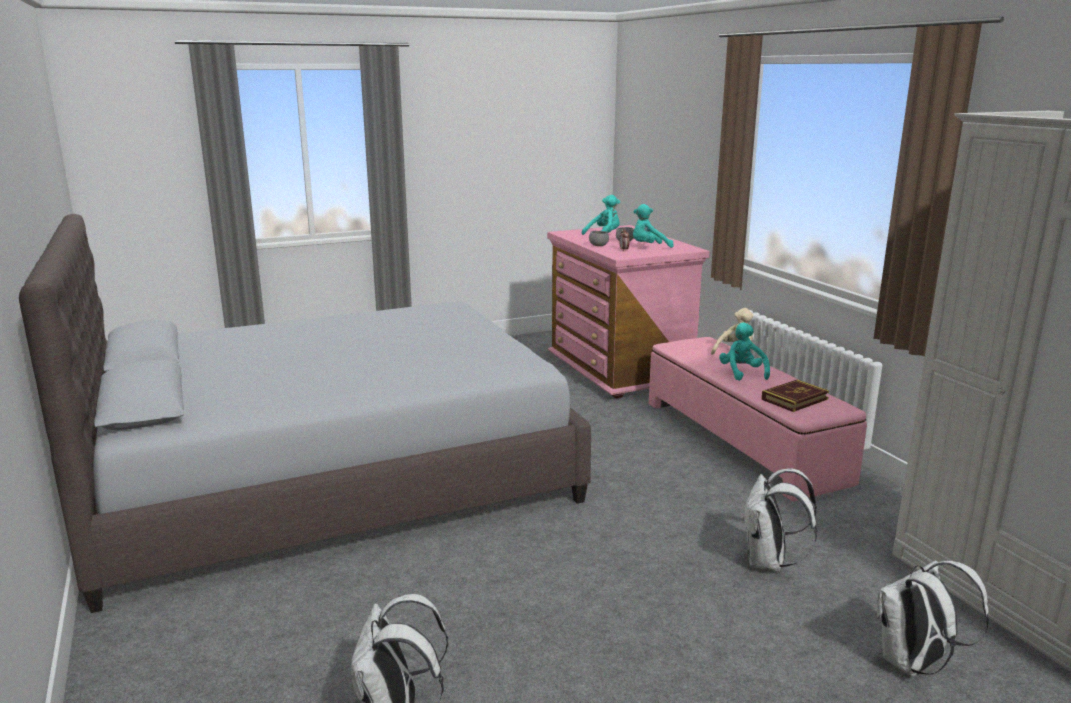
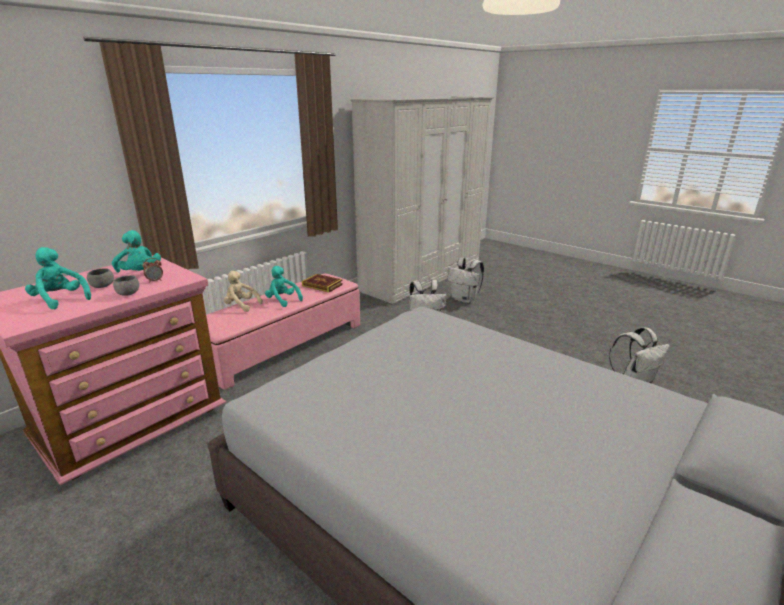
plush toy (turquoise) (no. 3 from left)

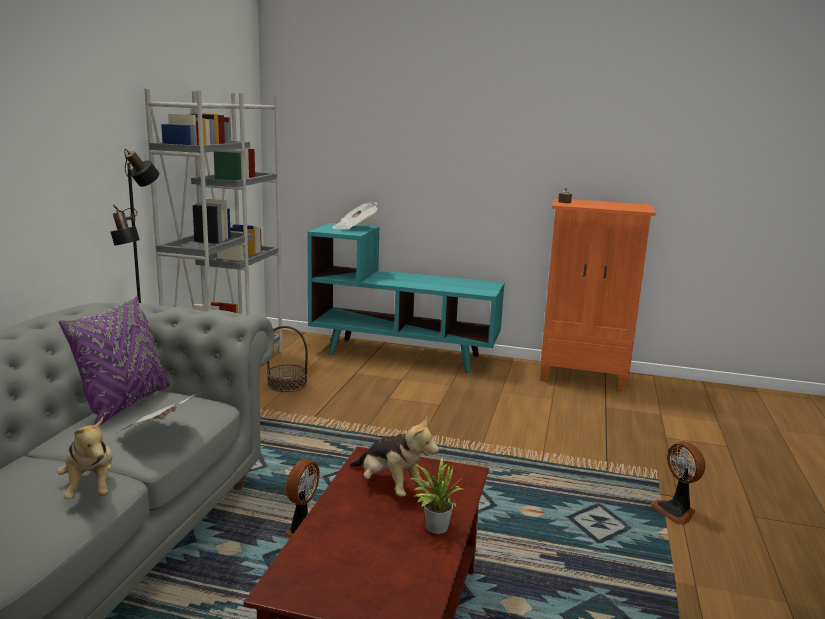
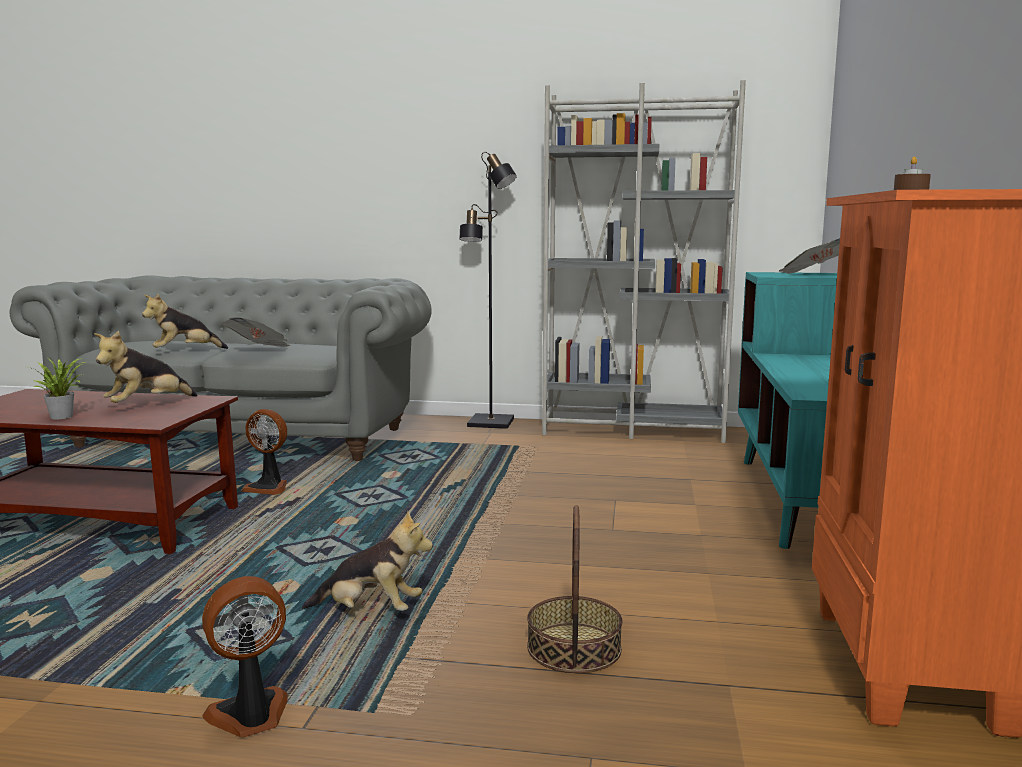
pillow (purple); basket; plush toy (no. 3 from left)

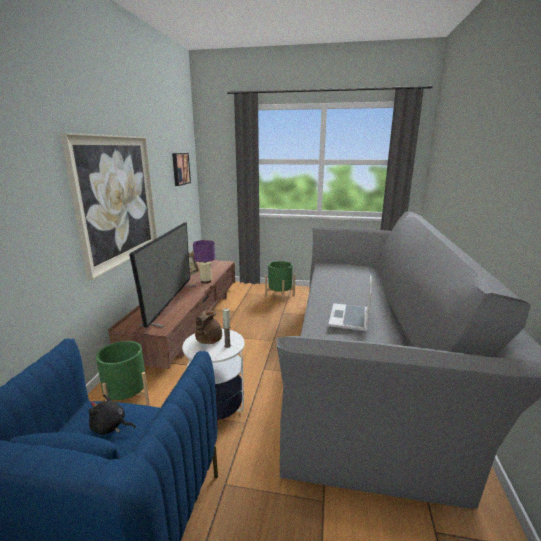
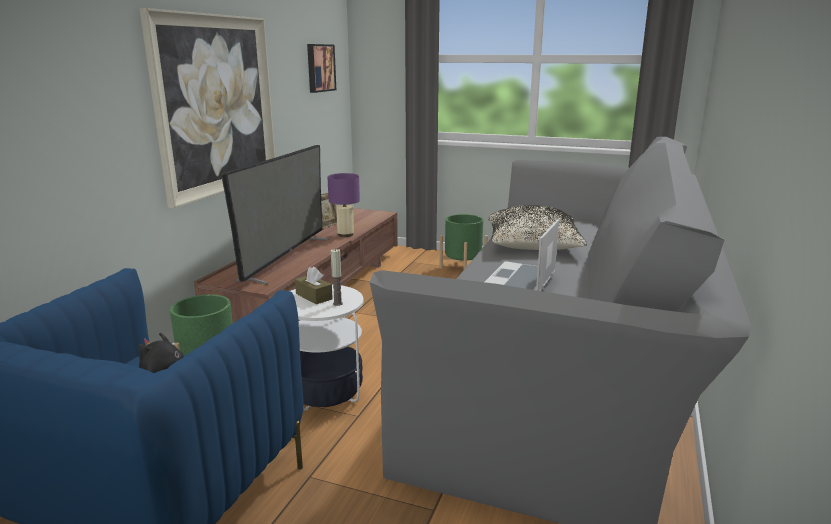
tissue box (brown); pillow (beige)

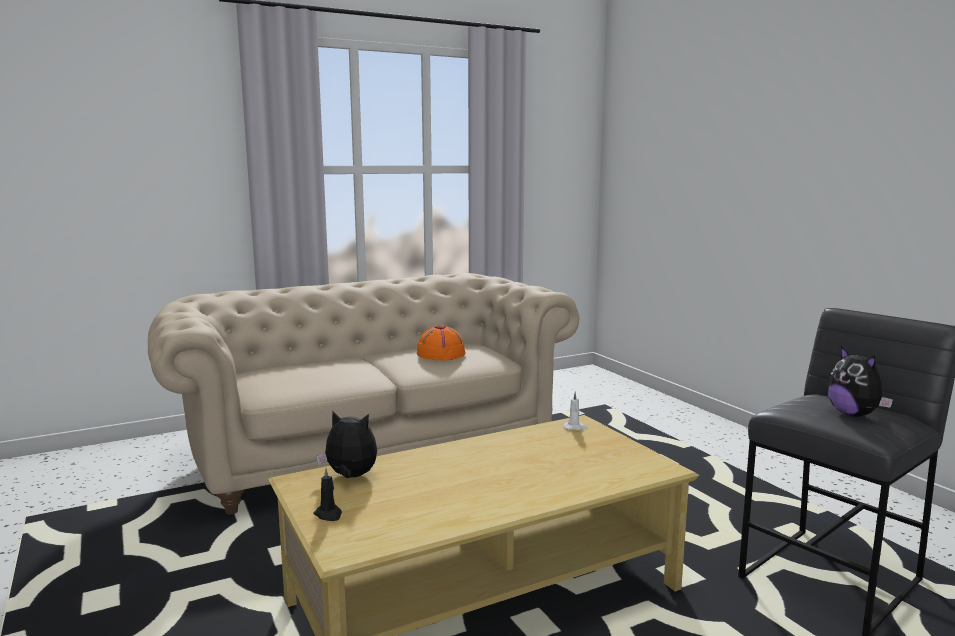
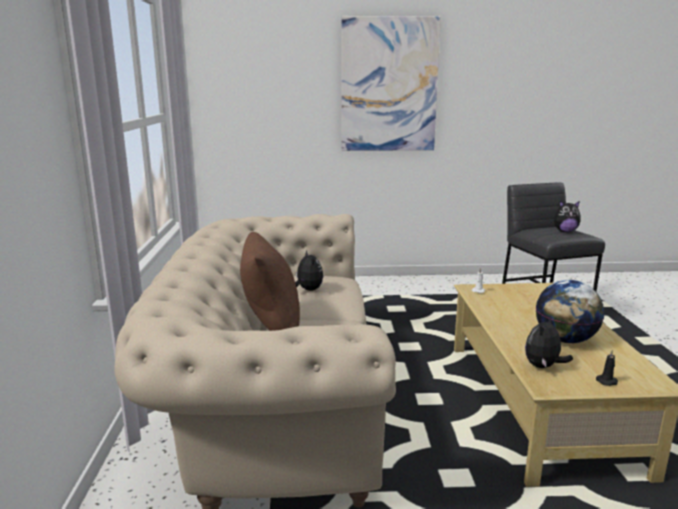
plush toy (no. 1 from left); picture; pillow (brown); globe

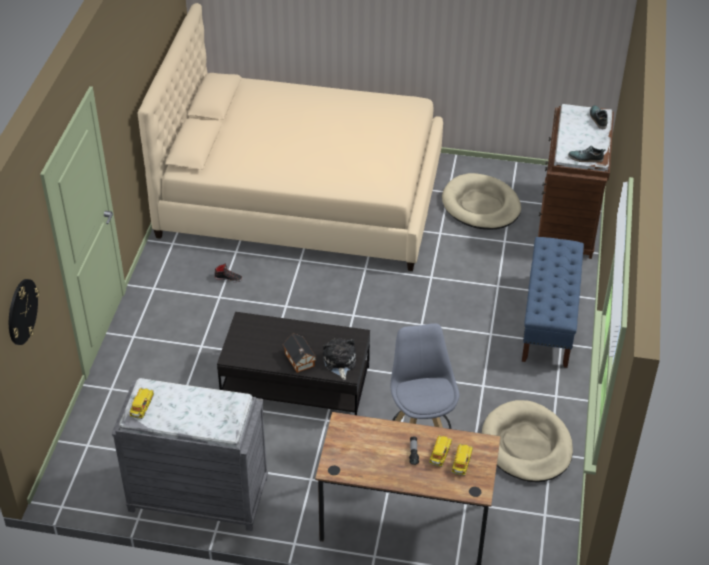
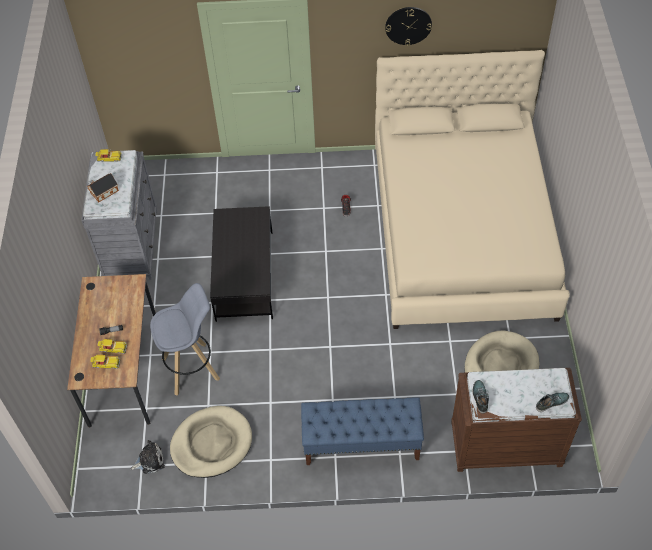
wall clock; toy house; plush toy

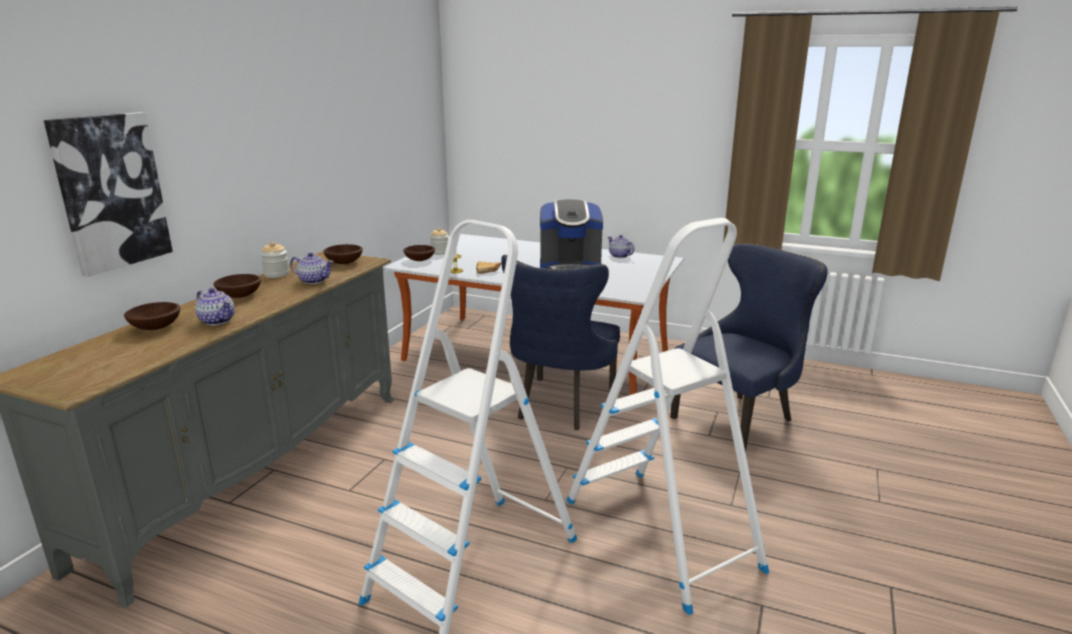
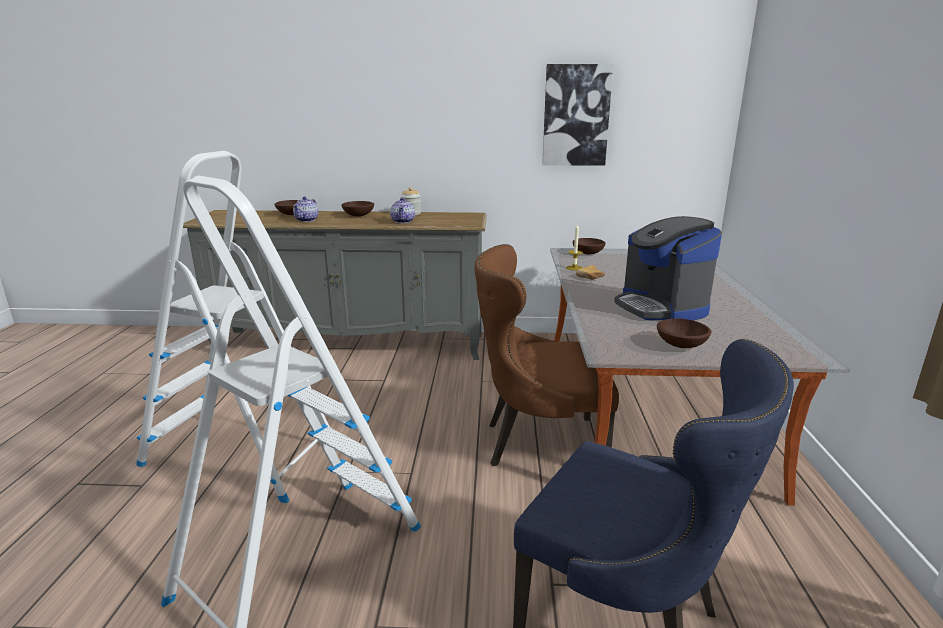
picture; jar (no. 2 from left in the first image); teapot (no. 3 from left in the first image); bowl (brown) (no. 4 from left); chair (brown)

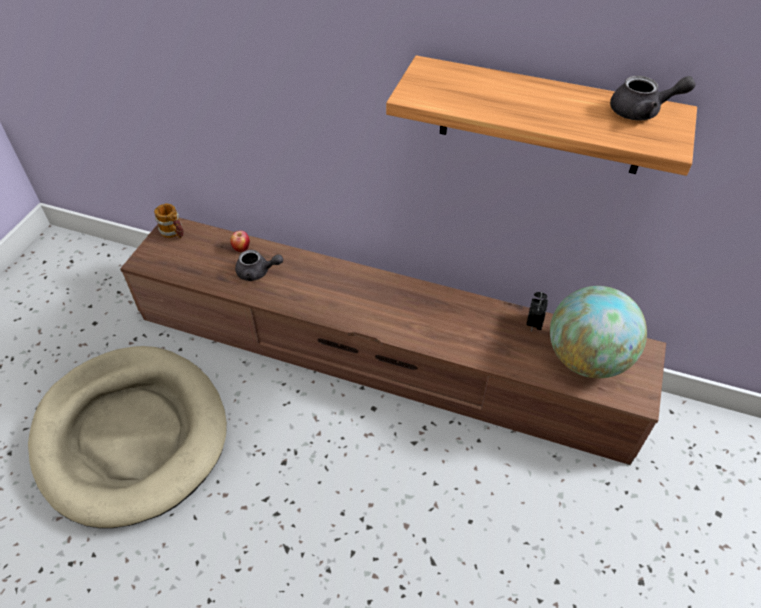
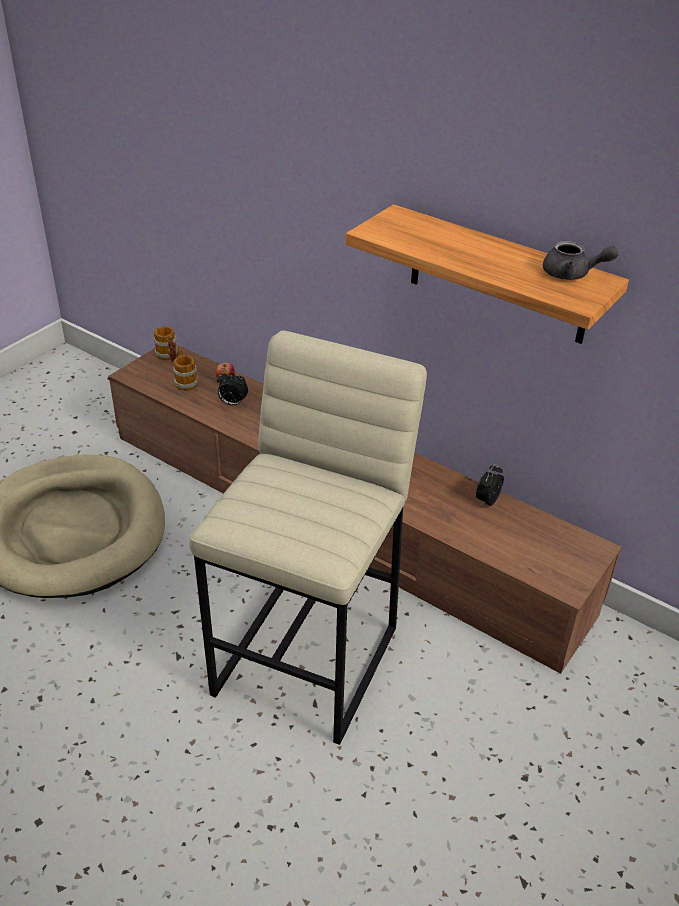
alarm clock (no. 1 from left); globe; stool (beige); mug (no. 2 from left)

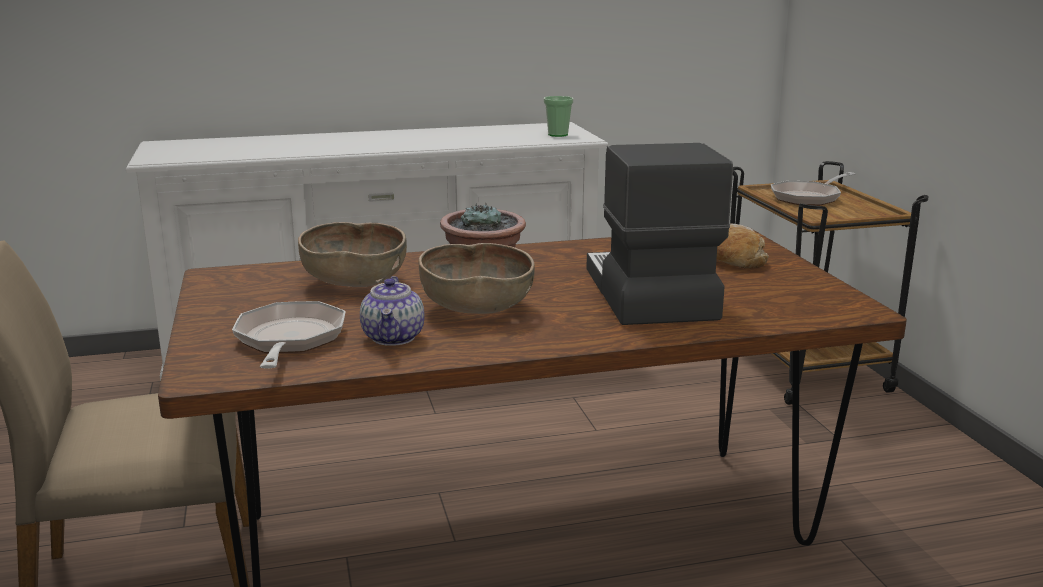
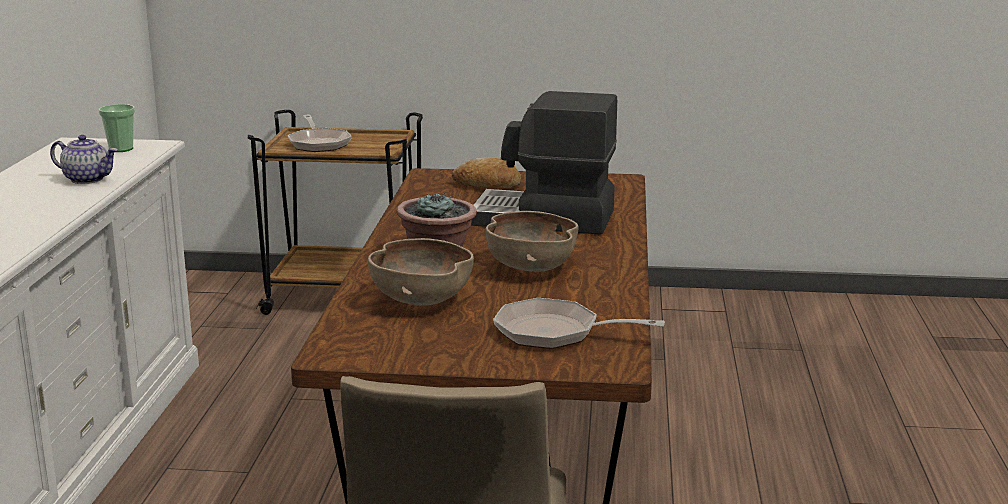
teapot

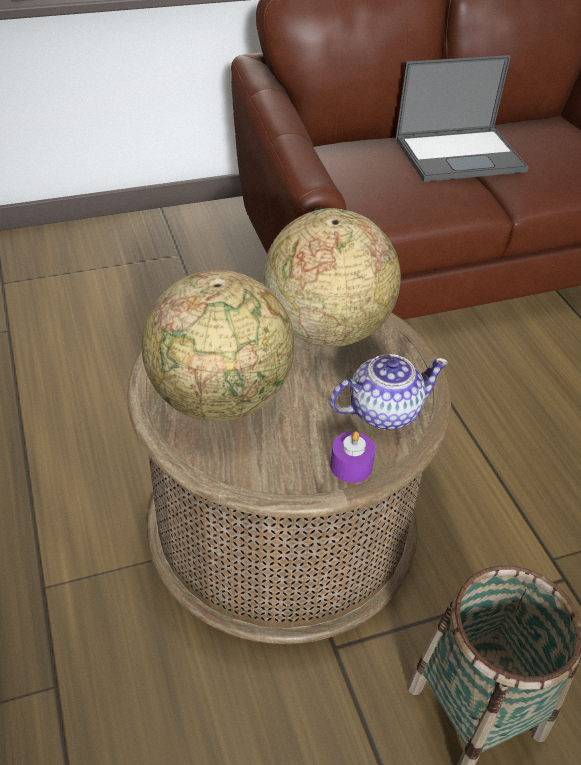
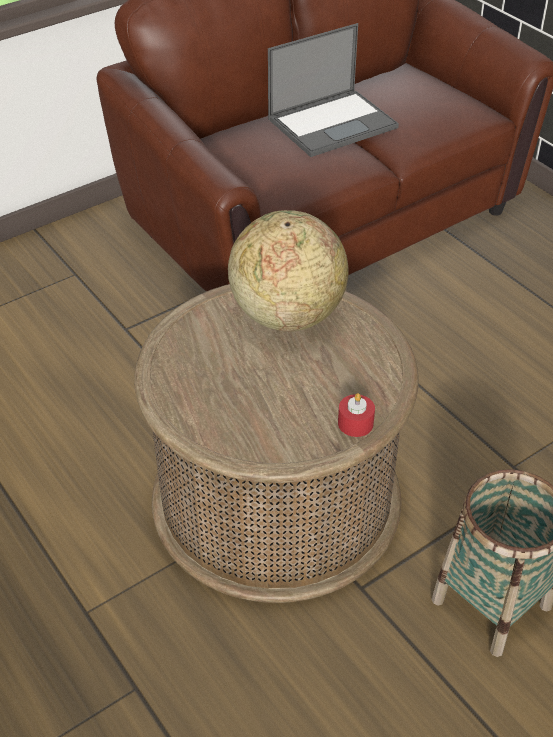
globe (no. 1 from left in the first image); teapot; candle (red)

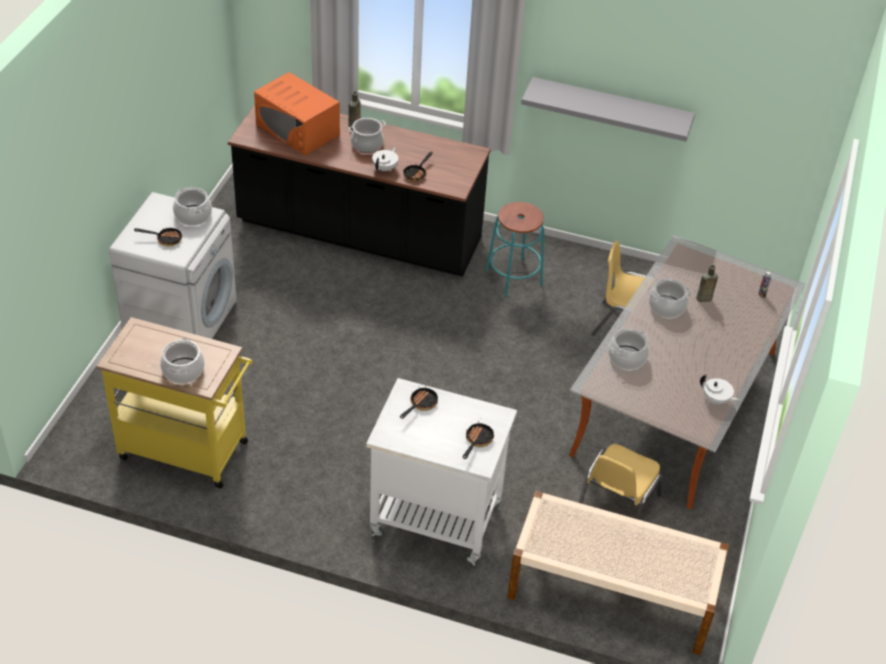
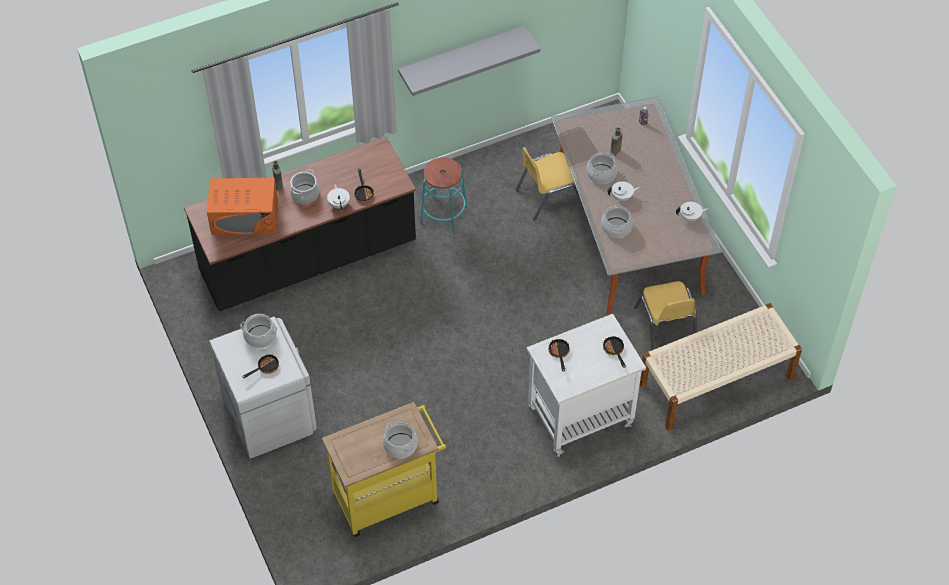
teapot (white) (no. 2 from left)

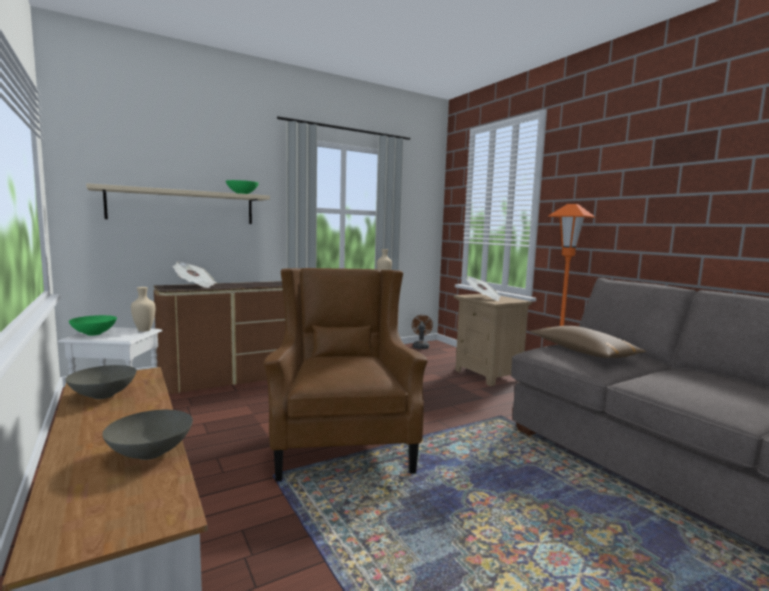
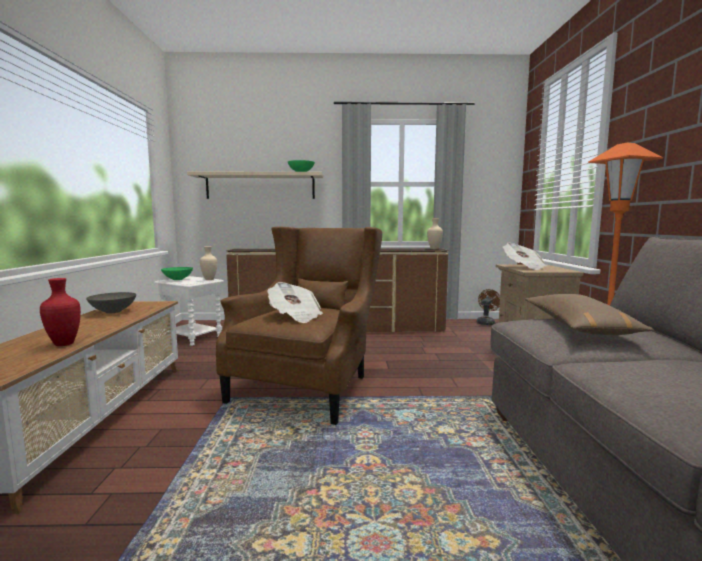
newspaper (no. 1 from left); vase (red)

